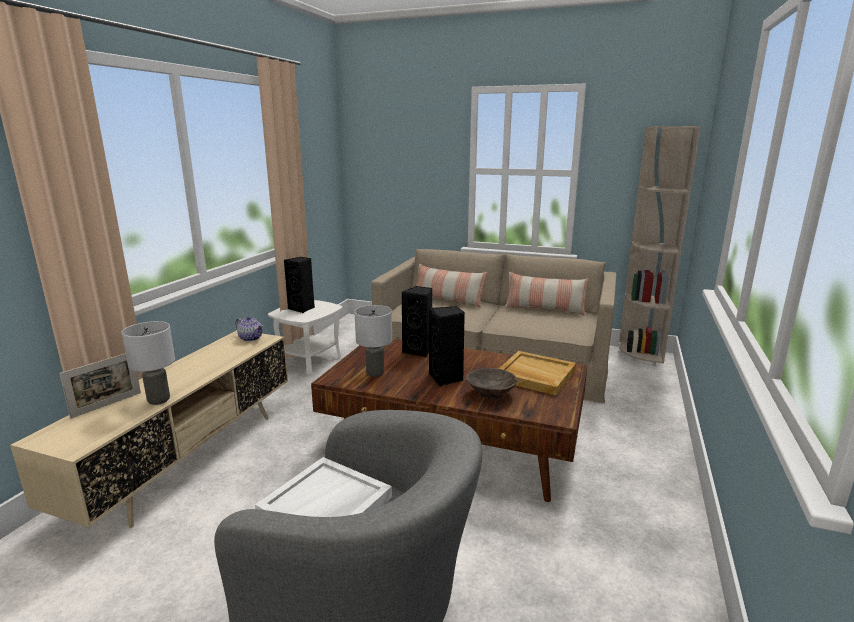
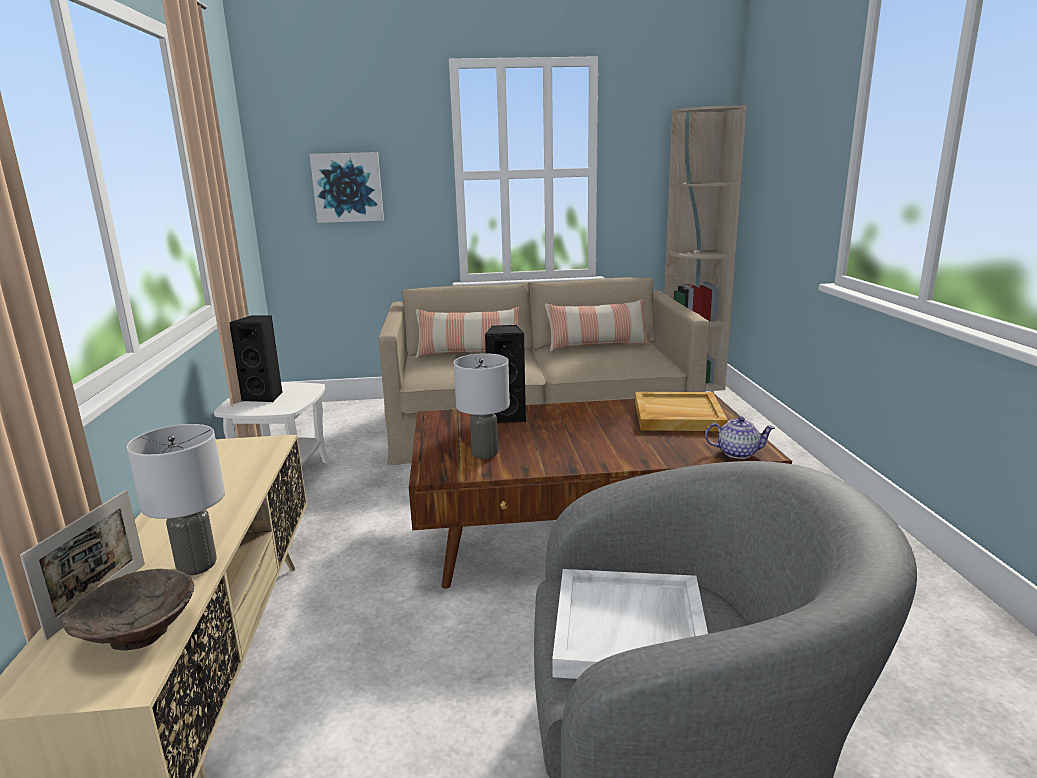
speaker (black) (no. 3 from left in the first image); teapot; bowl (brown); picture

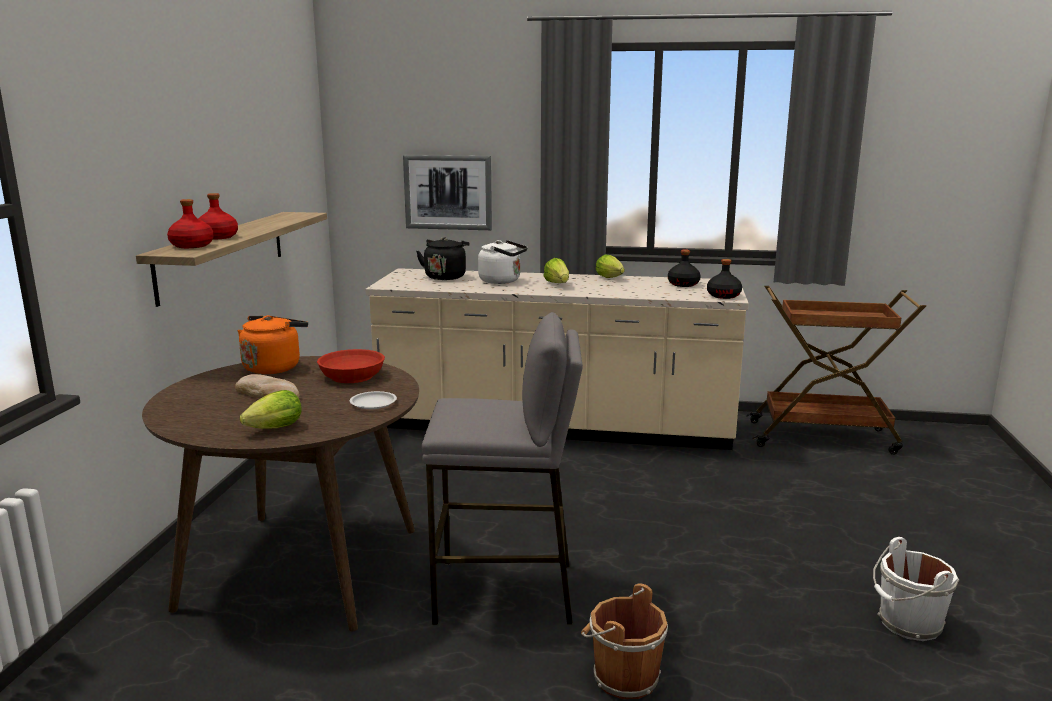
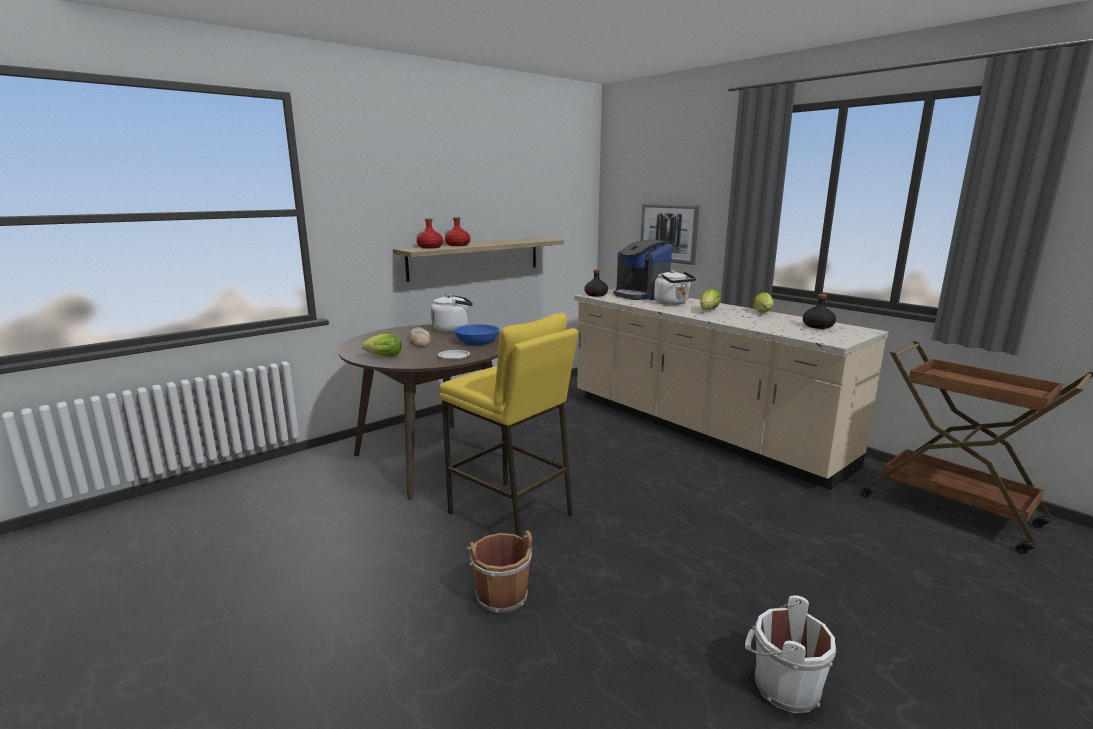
coffee machine; bottle (black) (no. 1 from left); stool (yellow); kettle (white) (no. 1 from left); bowl (blue)

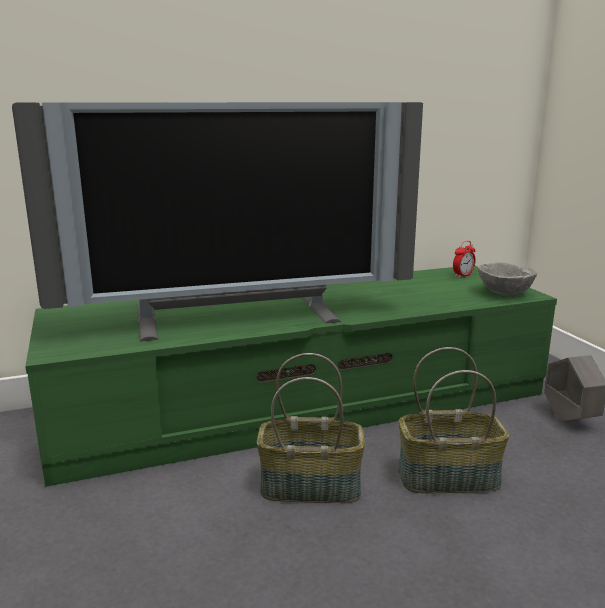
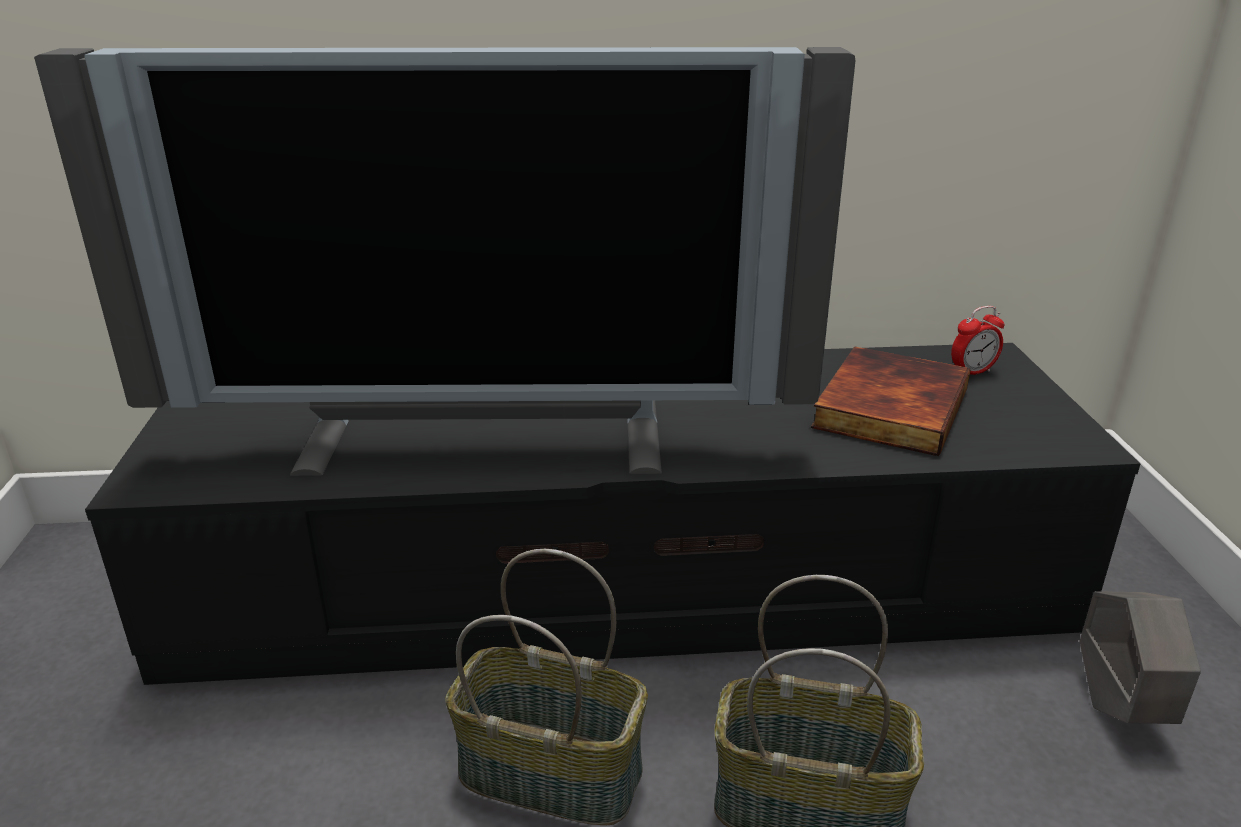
bowl (grey); tv stand (black); book

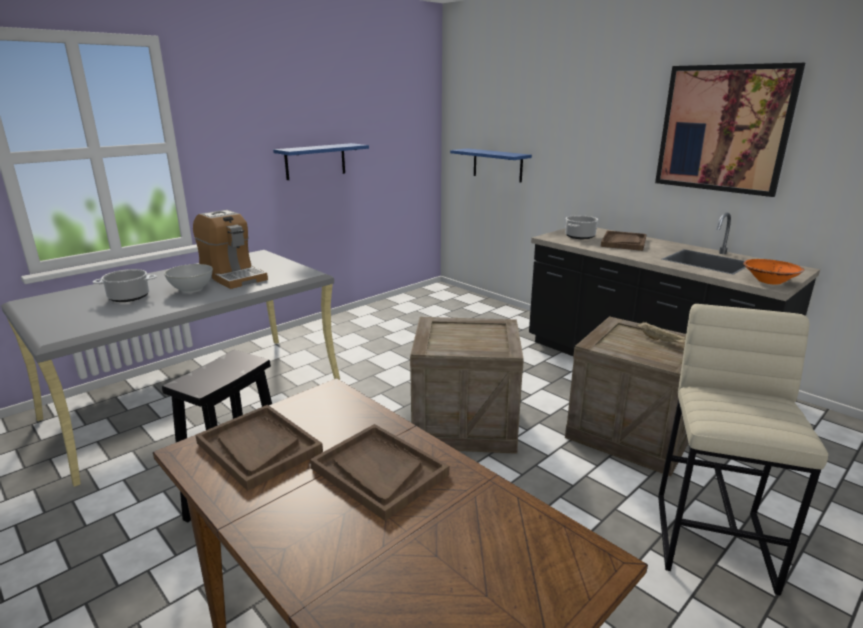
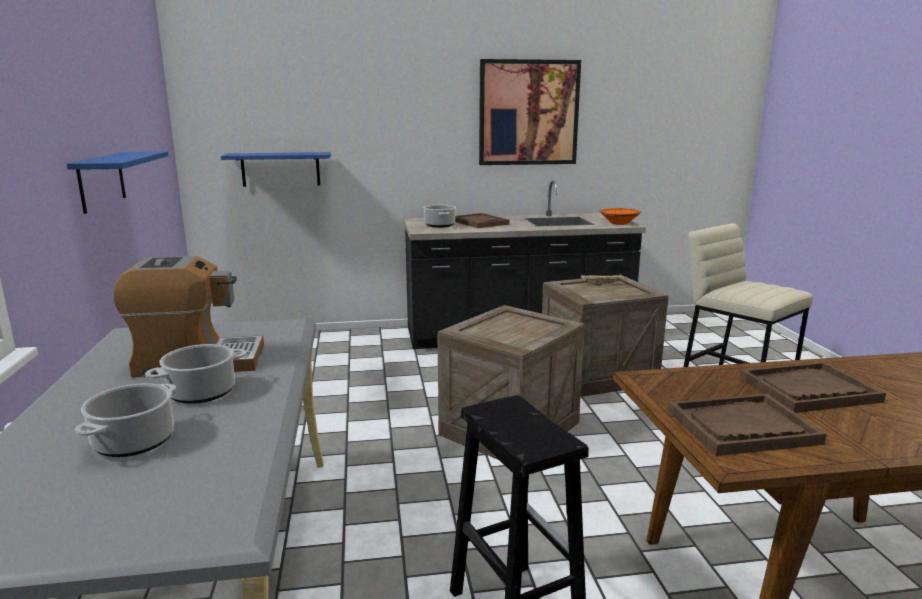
cooking pot (no. 2 from left)

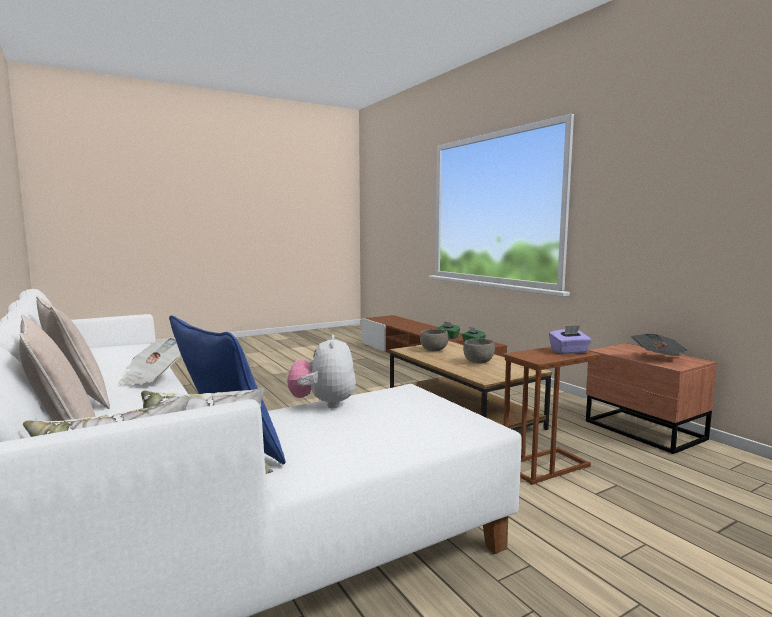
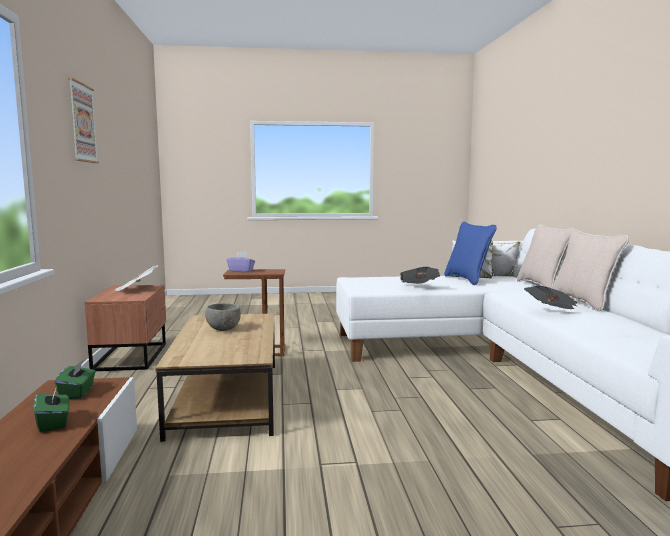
bowl (grey) (no. 1 from left in the first image); newspaper (no. 2 from left); picture

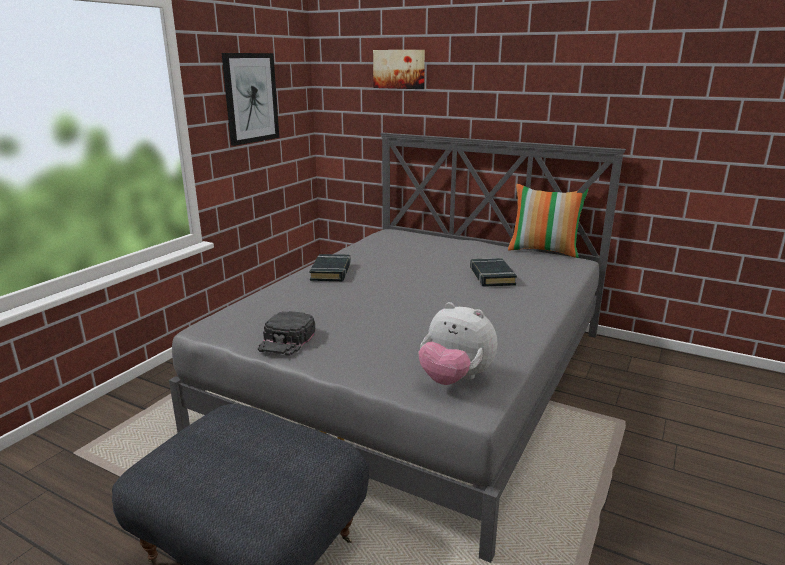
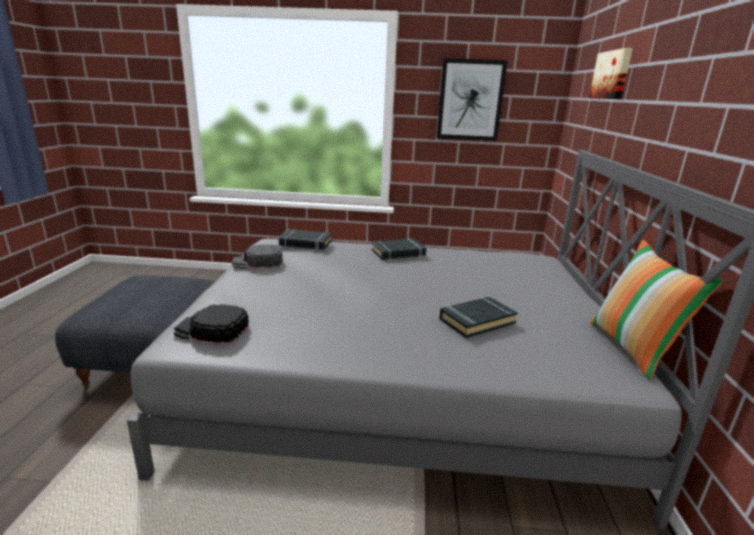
cap (black) (no. 1 from left); book (black) (no. 1 from left)

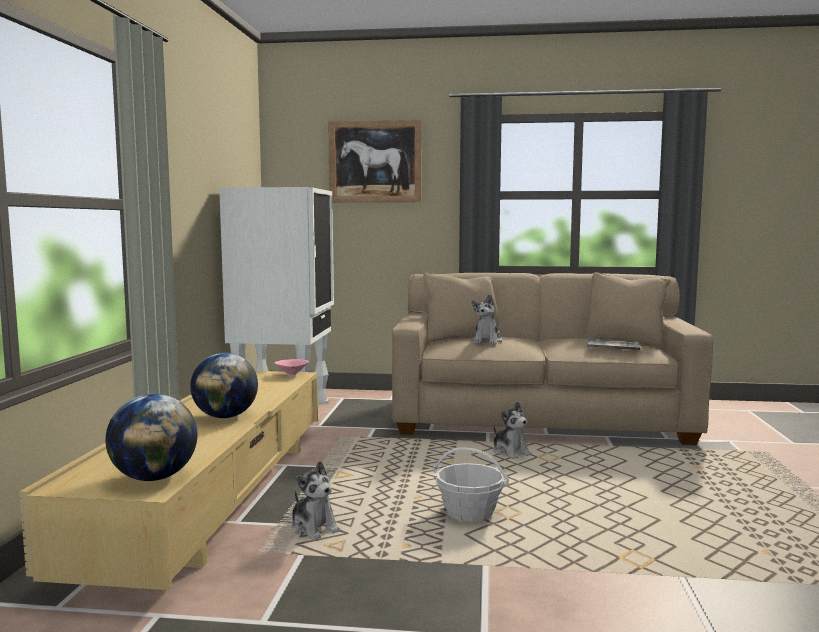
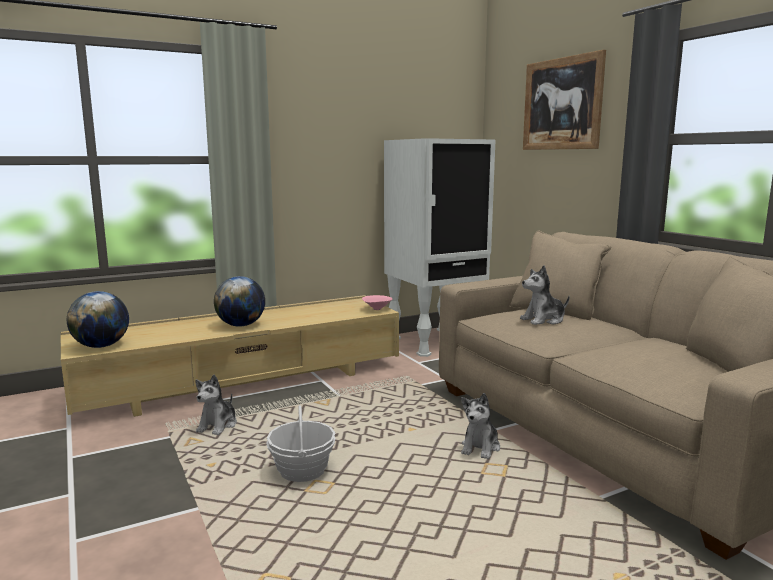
book

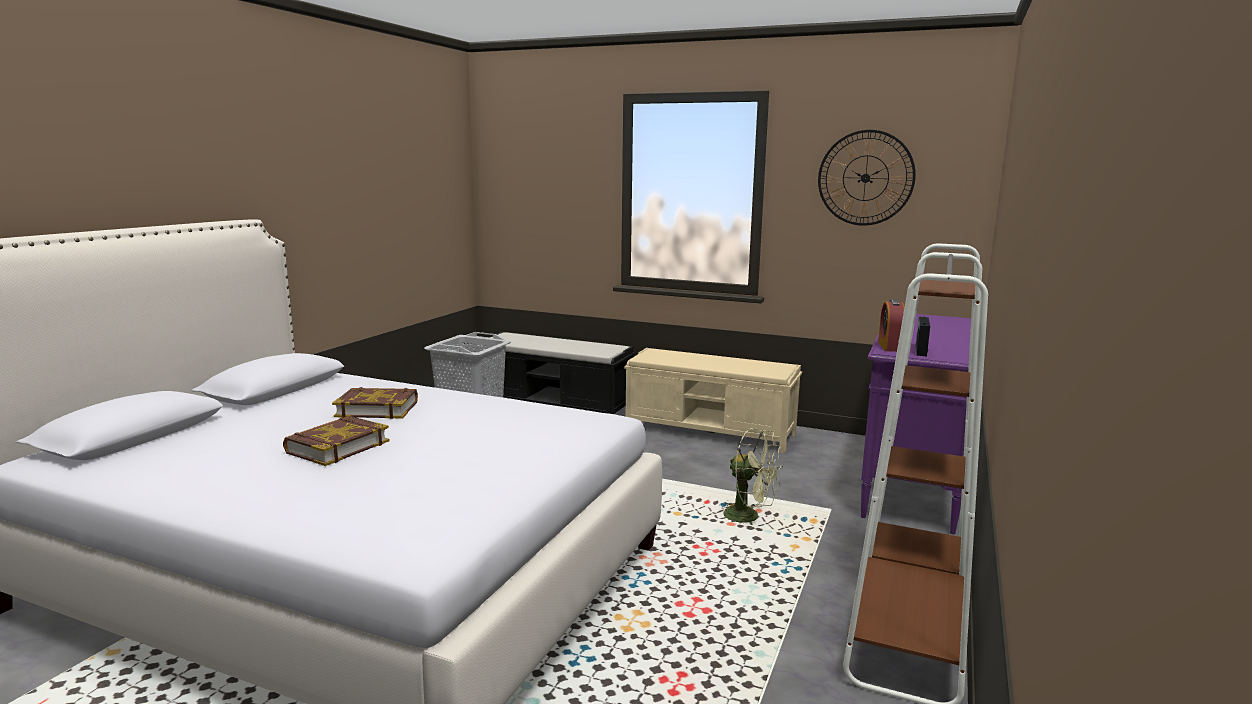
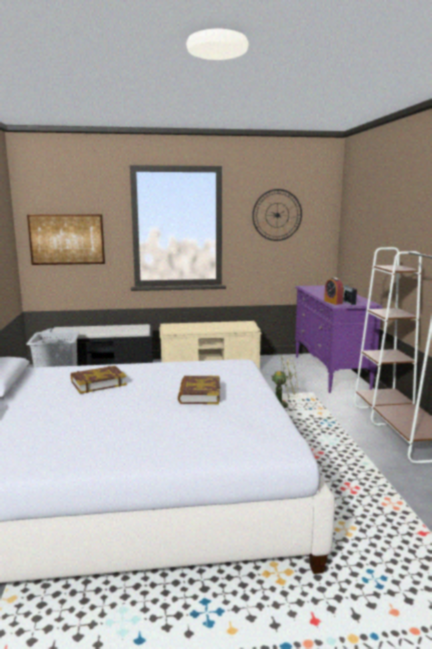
book (no. 2 from left); picture

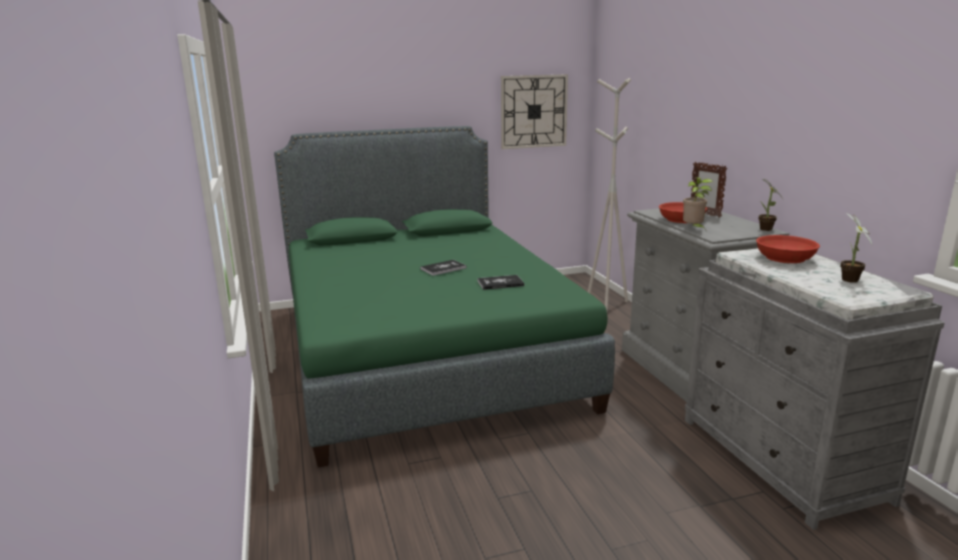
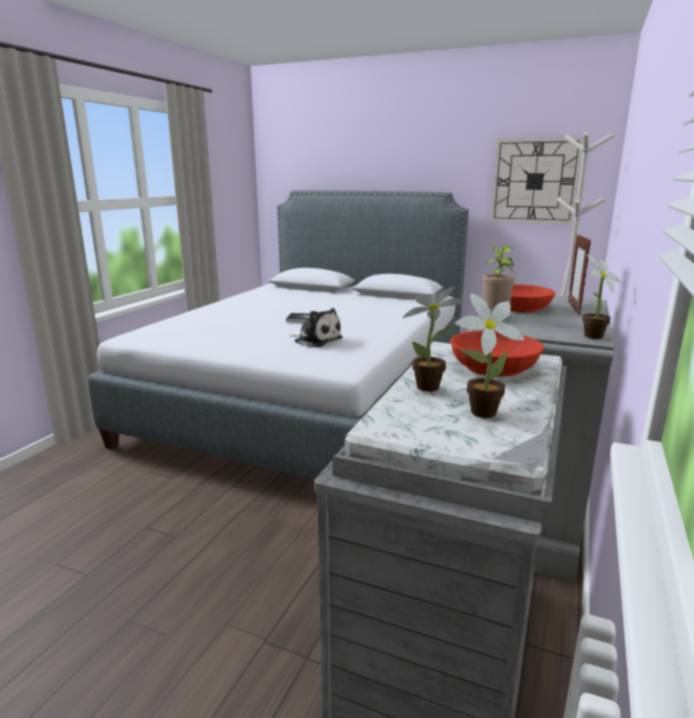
bed (grey); plush toy; potted plant (no. 1 from left)

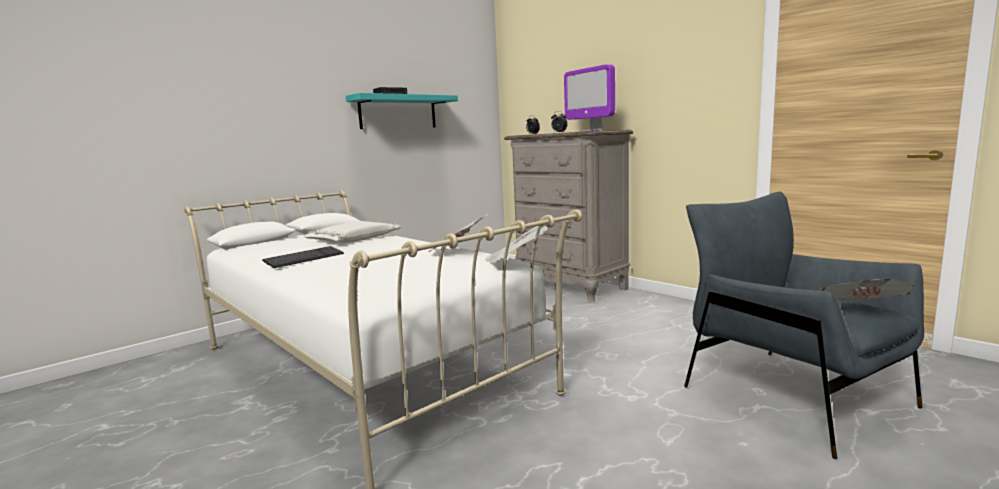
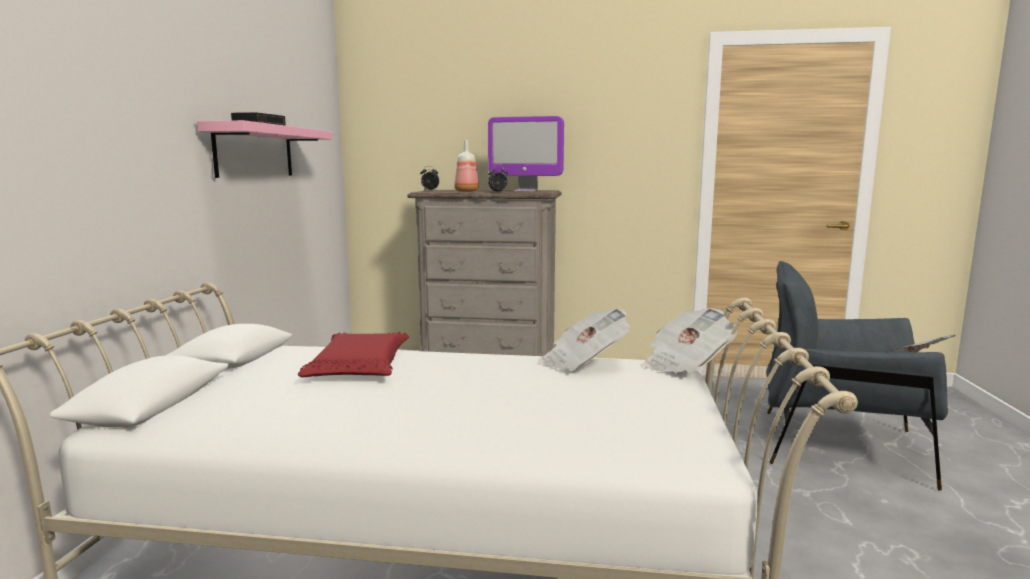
shelf (pink); pillow (red); keyboard; bottle

